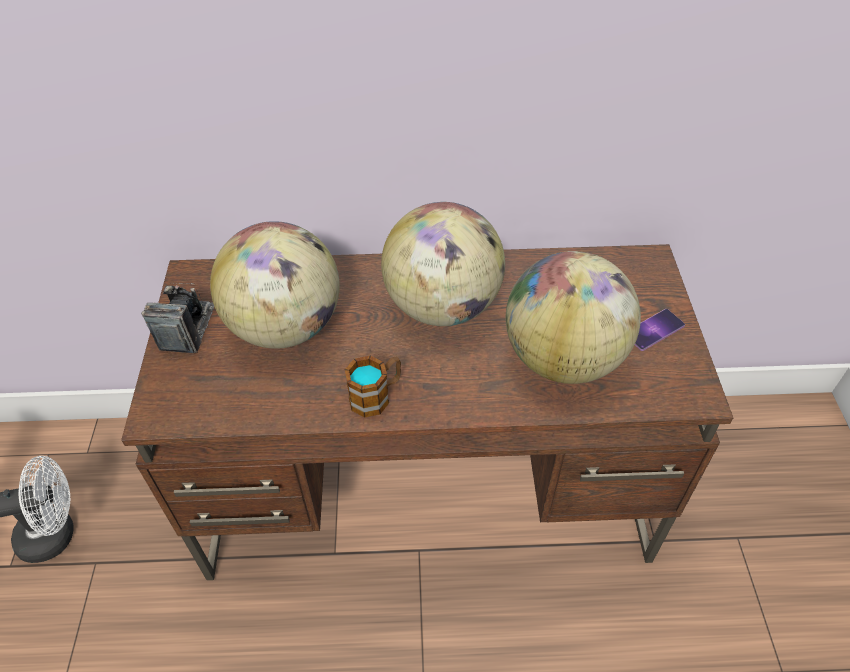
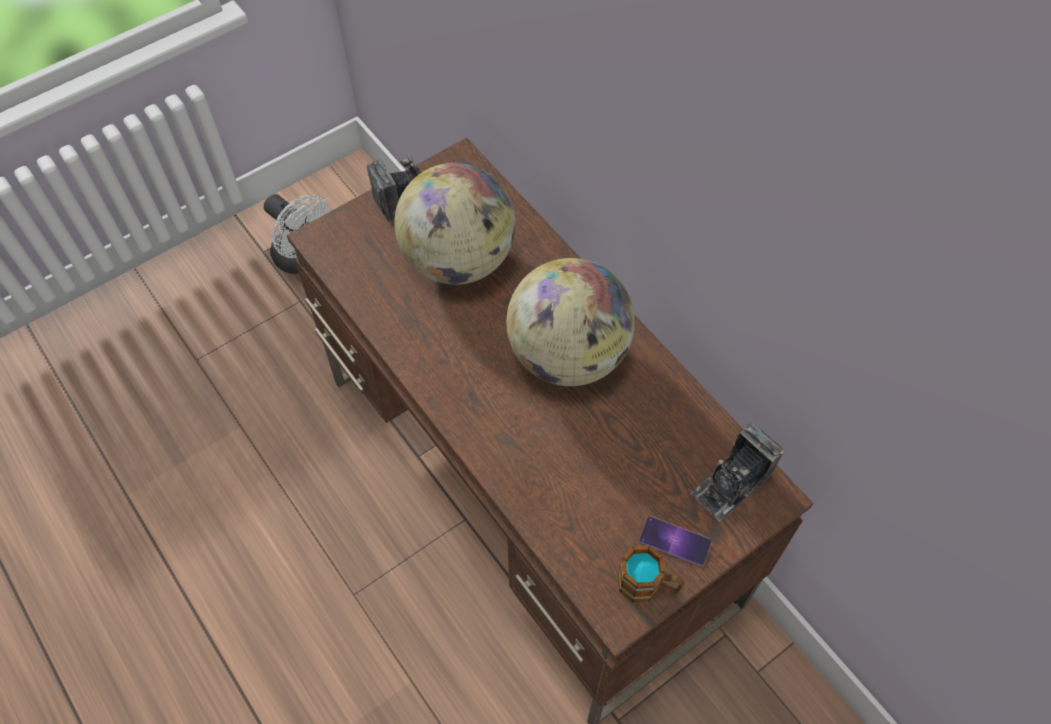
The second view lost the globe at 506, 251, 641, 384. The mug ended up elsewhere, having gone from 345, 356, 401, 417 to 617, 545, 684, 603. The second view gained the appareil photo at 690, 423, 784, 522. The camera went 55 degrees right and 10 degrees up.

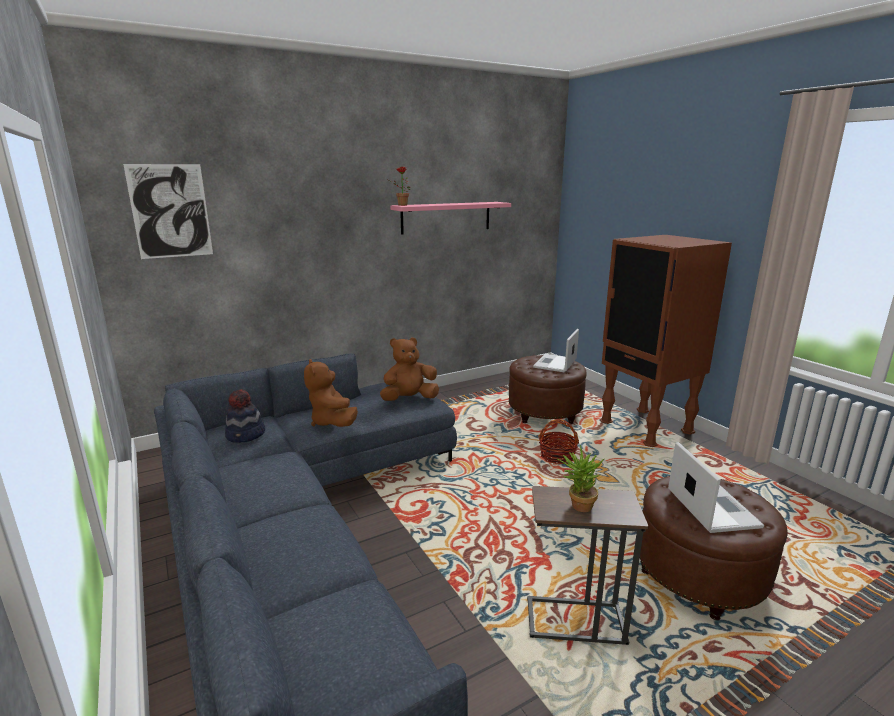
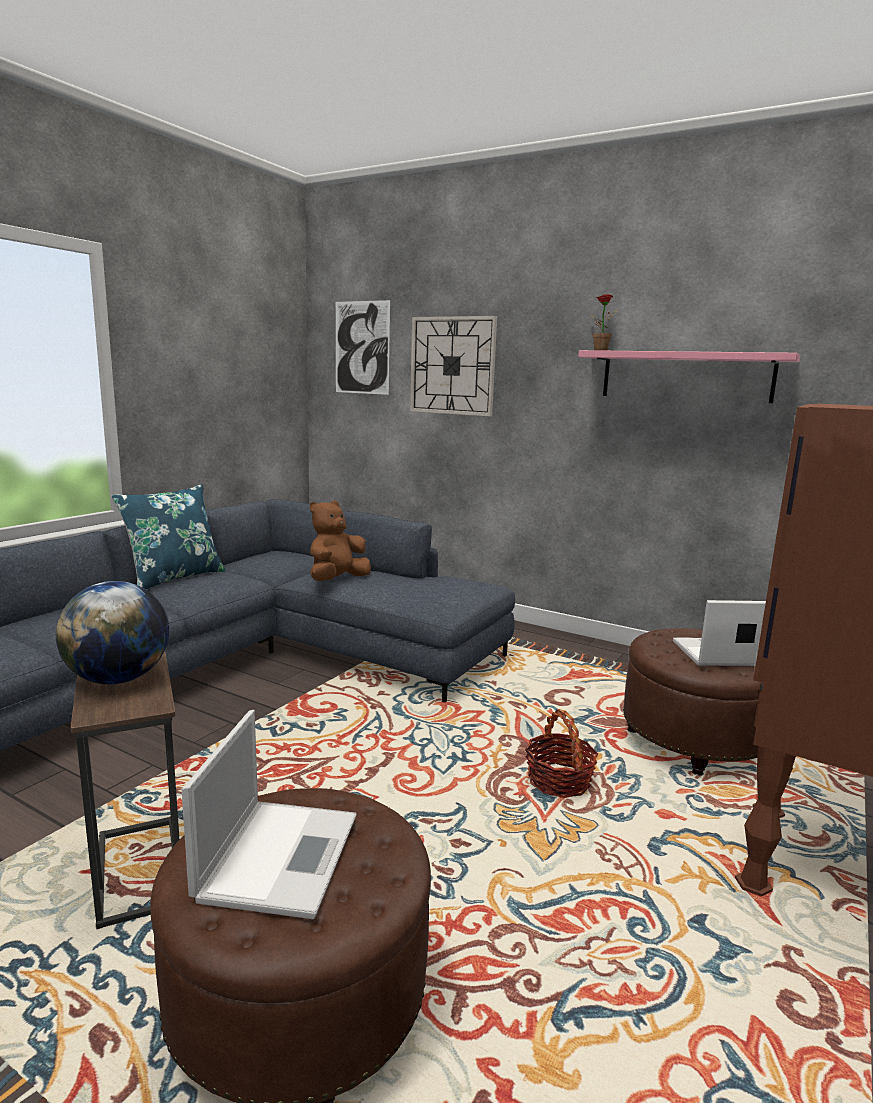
The second view lost the peluche [marron] at 380, 337, 439, 401. The second view lost the chapeau at 225, 389, 265, 443. The ordinateur portable at 668, 442, 764, 533 ended up facing another way, 45 degrees counterclockwise from before. Where the plante en pot stood at 557, 445, 604, 512, the globe came to stand at 56, 581, 169, 684. The second view gained the horloge murale at 410, 316, 497, 416. The second view gained the coussin [bleu] at 112, 484, 226, 589. The camera went 60 degrees right and 5 degrees down.

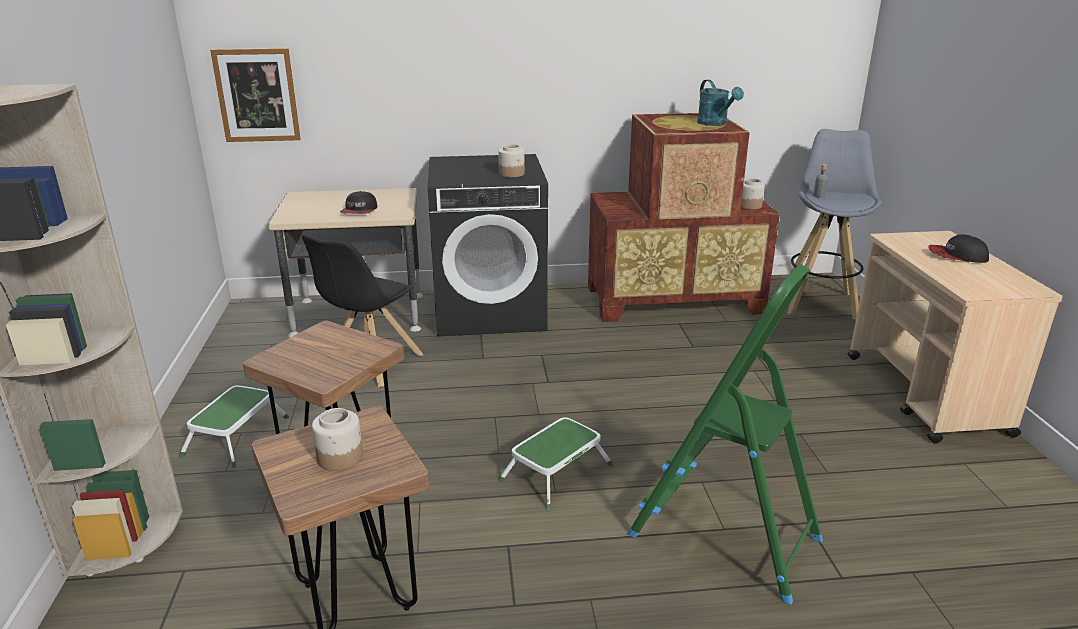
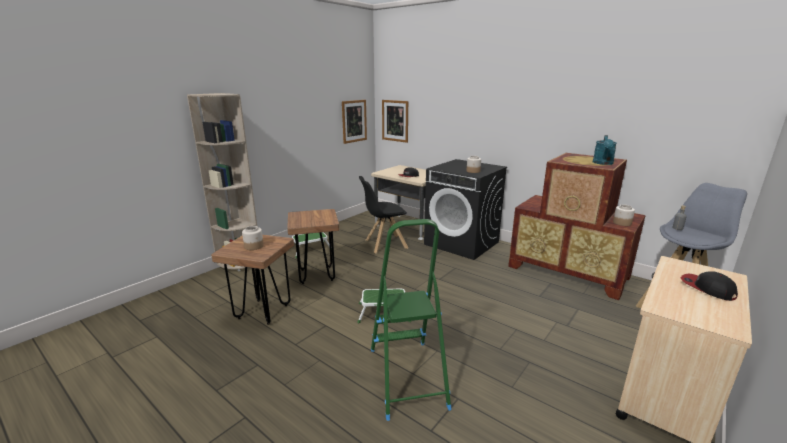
The second view gained the tableau at 342, 100, 367, 144. The camera went 45 degrees right and 5 degrees down.

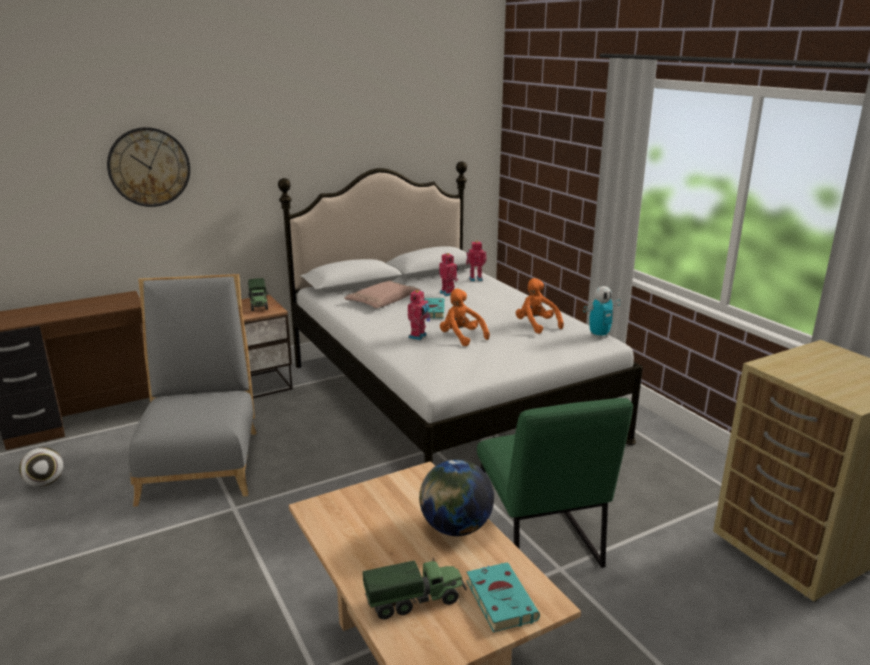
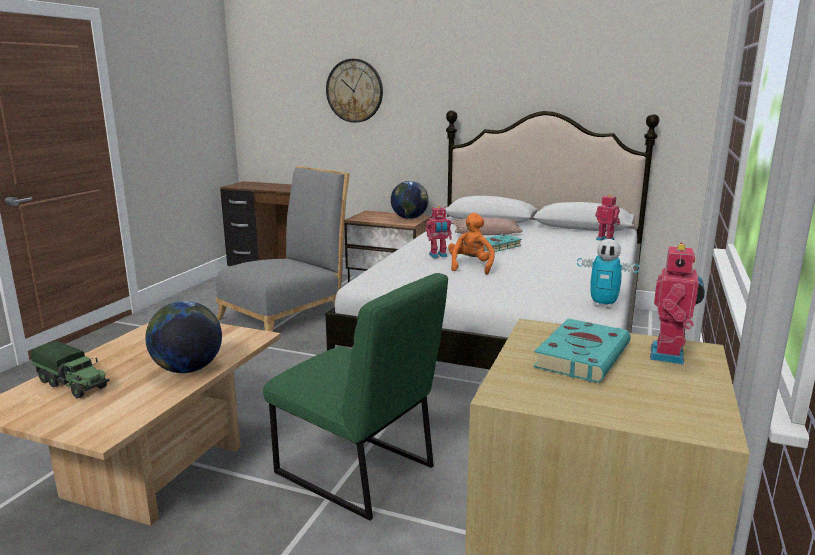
The robot jouet ended up elsewhere, having gone from 439, 252, 458, 296 to 650, 242, 705, 365. Where the camion jouet stood at 248, 278, 268, 311, the globe came to stand at 391, 181, 428, 219. The second view lost the peluche [orange] at 516, 278, 564, 334. The chaise [vert] at 477, 398, 633, 568 ended up facing another way, 90 degrees counterclockwise from before. The second view lost the ballon de foot at 19, 447, 63, 487. The livre [turquoise] ended up elsewhere, having gone from 466, 562, 540, 632 to 533, 318, 630, 383. The camera went 50 degrees right and 5 degrees down.

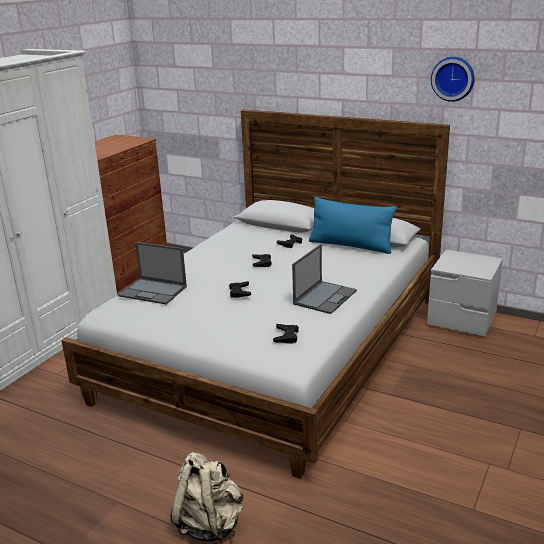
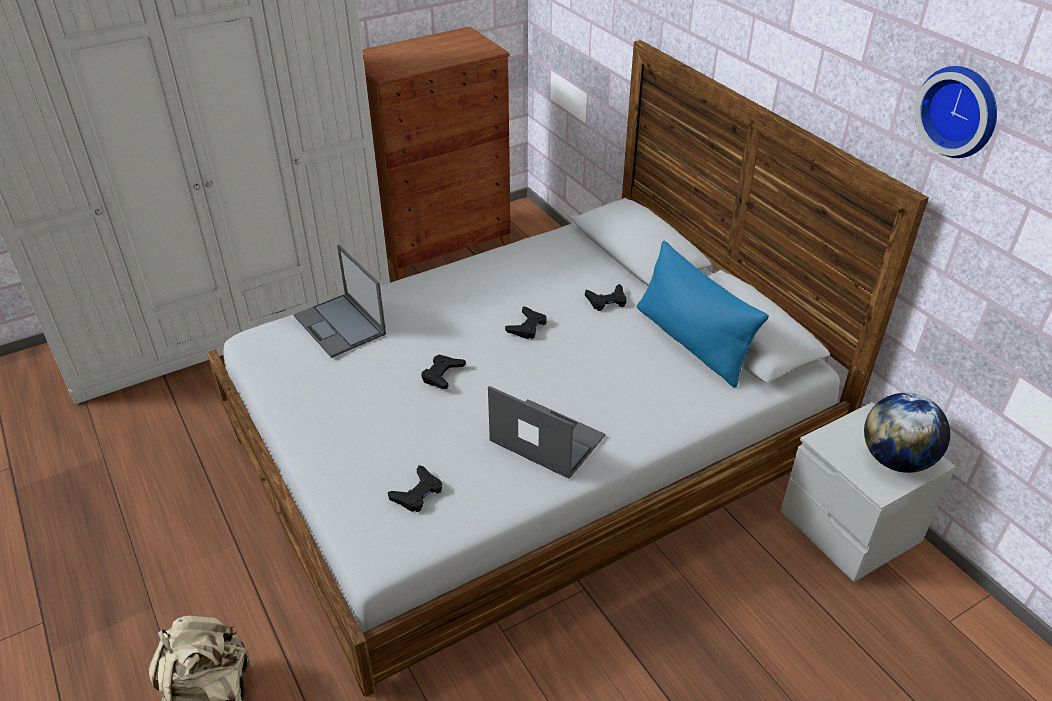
The ordinateur portable at 292, 244, 357, 314 ended up facing another way, 120 degrees counterclockwise from before. The second view gained the globe at 864, 393, 950, 473. The camera went 30 degrees right and 15 degrees up.

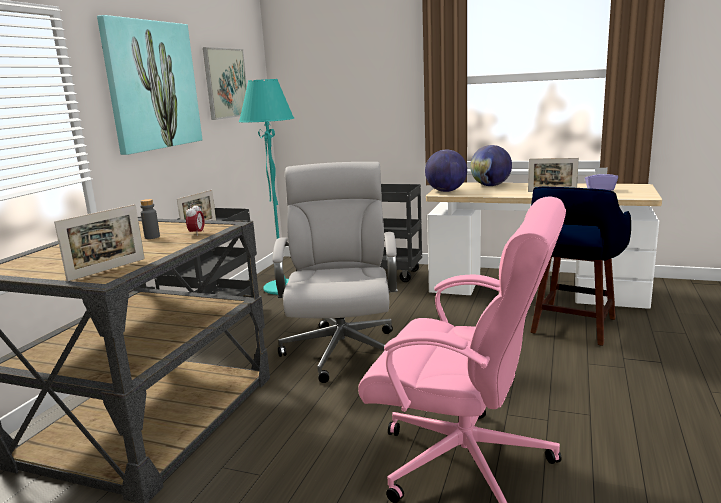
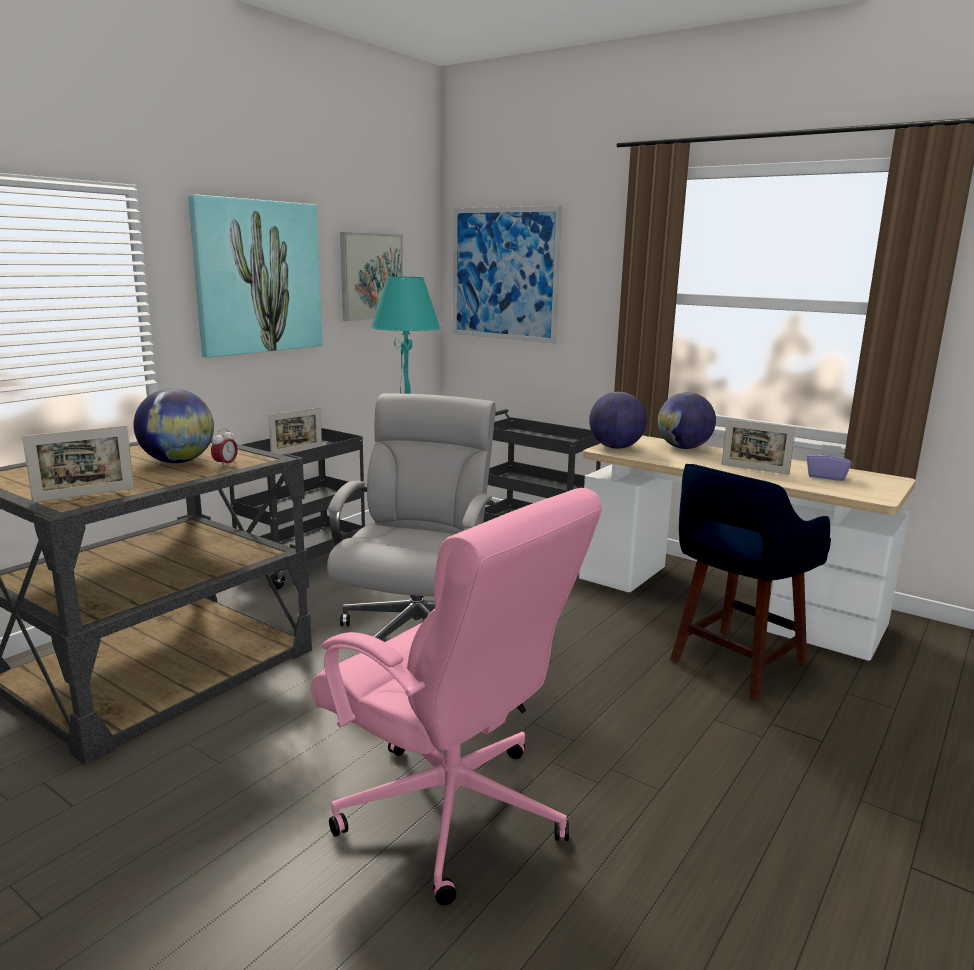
Where the bouteille [gris] stood at 140, 199, 160, 239, the globe came to stand at 134, 388, 214, 463. The second view gained the tableau at 453, 206, 562, 344. The camera went 15 degrees right and 0 degrees up.

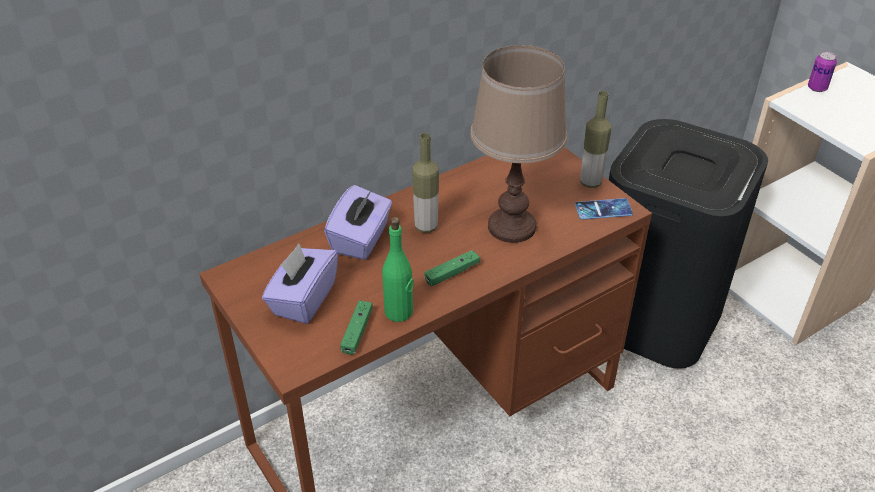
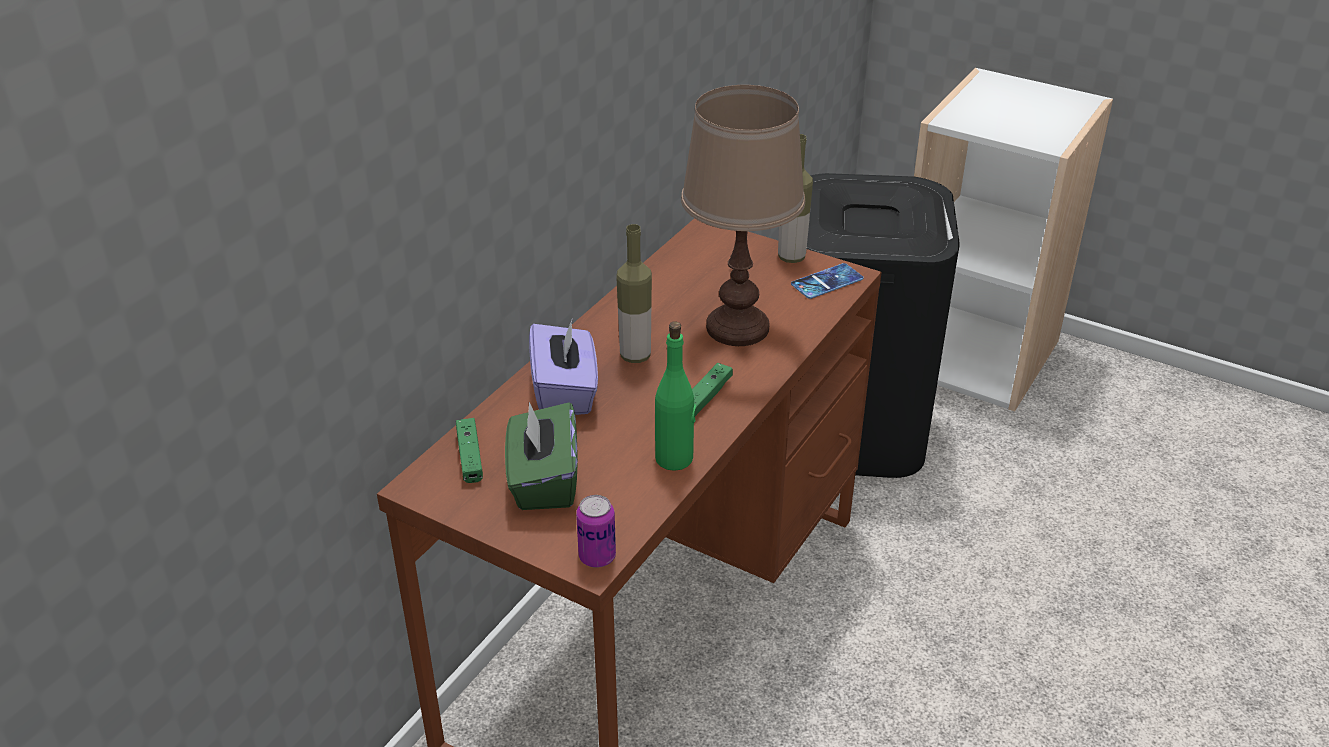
The boîte métallique ended up elsewhere, having gone from 808, 51, 837, 92 to 576, 495, 616, 568. What was the boîte à mouchoirs [violet] at 262, 243, 338, 324 turned into the boîte à mouchoirs [vert] at 505, 402, 578, 510. The manette [vert] ended up elsewhere, having gone from 340, 301, 373, 355 to 456, 418, 483, 483. The camera went 25 degrees left and 5 degrees down.

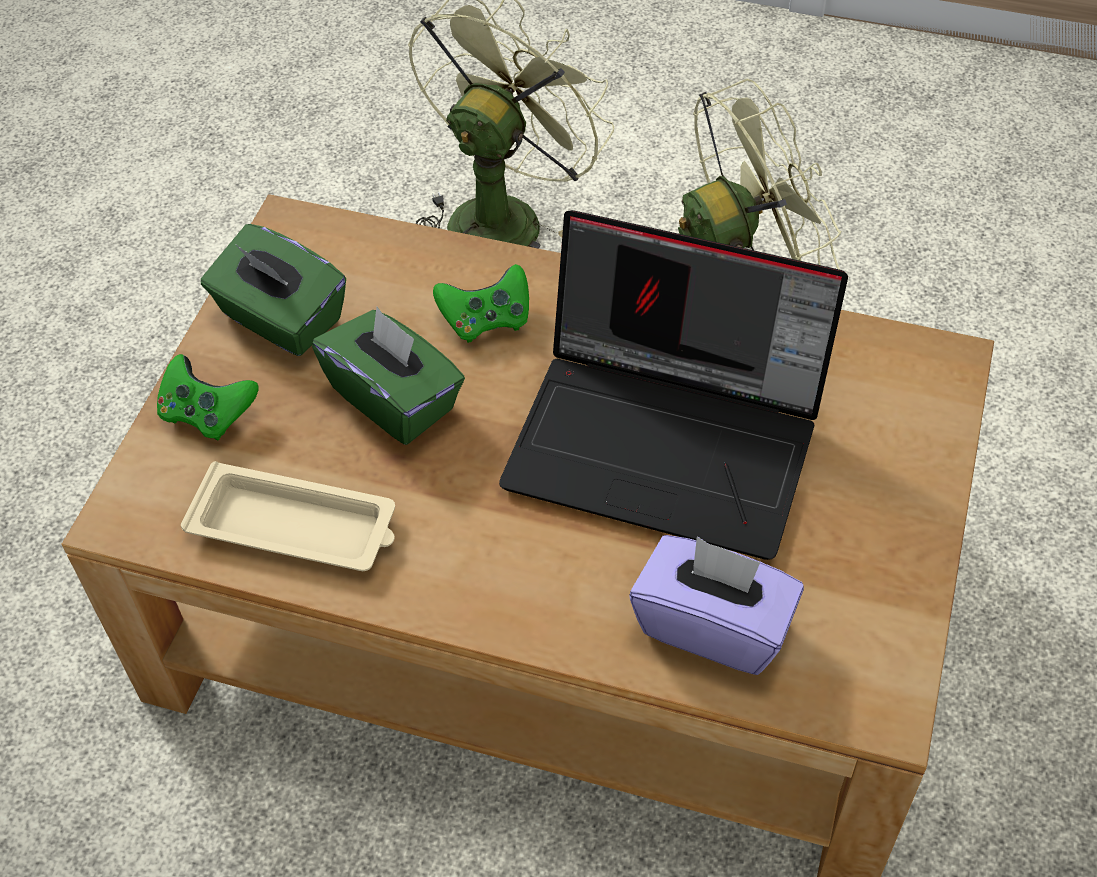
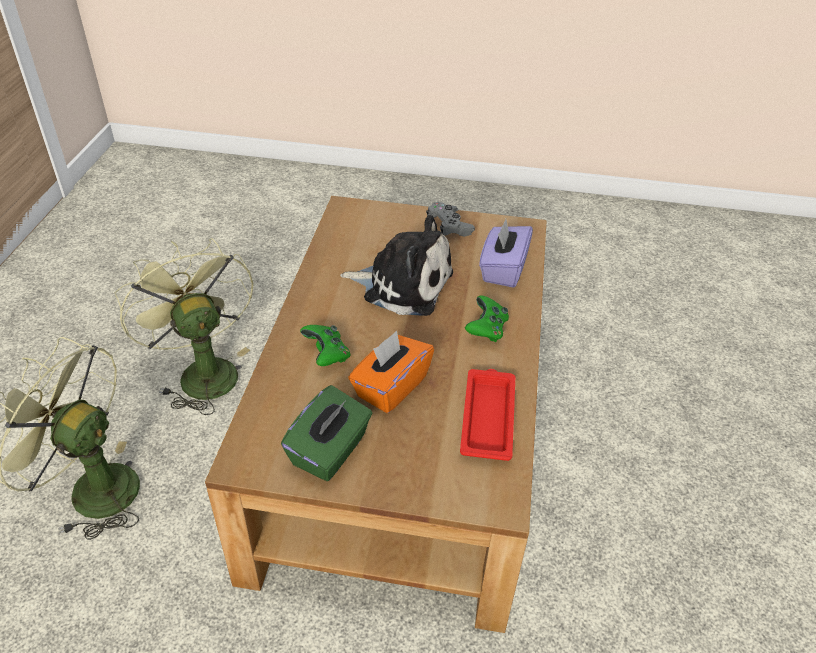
Where the ordinateur portable stood at 499, 210, 848, 560, the peluche came to stand at 340, 215, 453, 316. What was the boîte à mouchoirs [vert] at 312, 307, 465, 445 turned into the boîte à mouchoirs [orange] at 348, 331, 434, 413. The manette [vert] ended up elsewhere, having gone from 157, 354, 259, 440 to 465, 295, 509, 342. What was the plateau [beige] at 181, 461, 395, 571 turned into the plateau [rouge] at 460, 369, 515, 461. The second view gained the manette [gris] at 426, 202, 475, 237. The camera went 100 degrees left and 10 degrees down.

